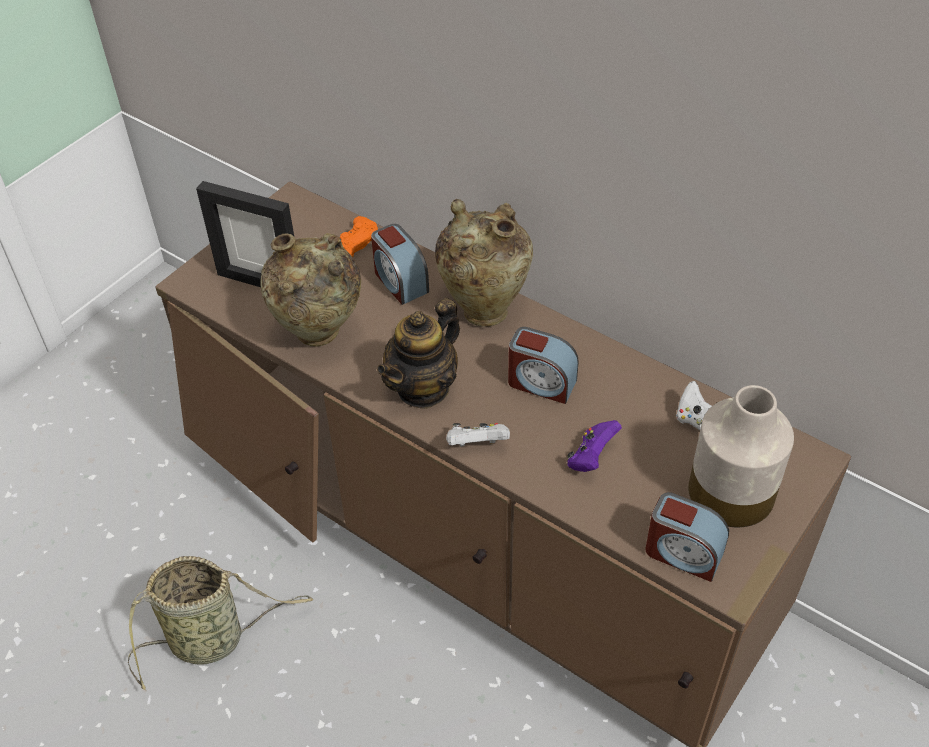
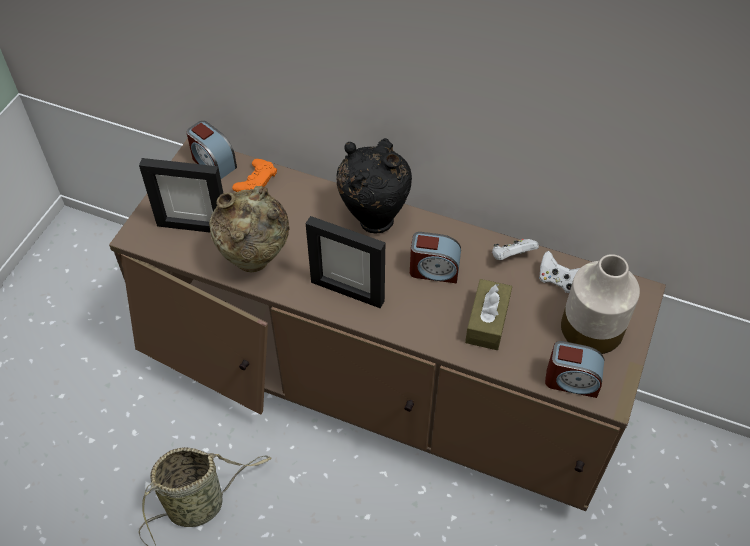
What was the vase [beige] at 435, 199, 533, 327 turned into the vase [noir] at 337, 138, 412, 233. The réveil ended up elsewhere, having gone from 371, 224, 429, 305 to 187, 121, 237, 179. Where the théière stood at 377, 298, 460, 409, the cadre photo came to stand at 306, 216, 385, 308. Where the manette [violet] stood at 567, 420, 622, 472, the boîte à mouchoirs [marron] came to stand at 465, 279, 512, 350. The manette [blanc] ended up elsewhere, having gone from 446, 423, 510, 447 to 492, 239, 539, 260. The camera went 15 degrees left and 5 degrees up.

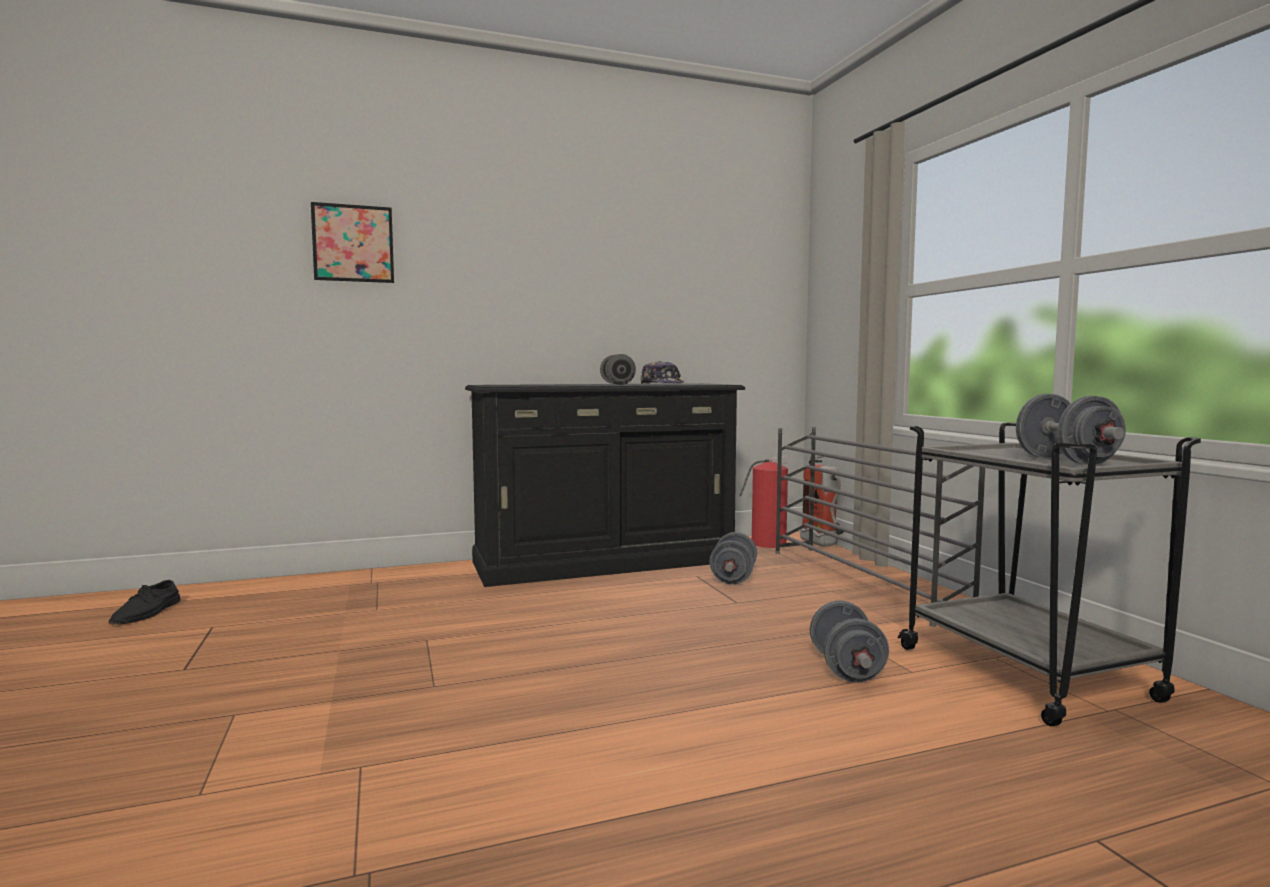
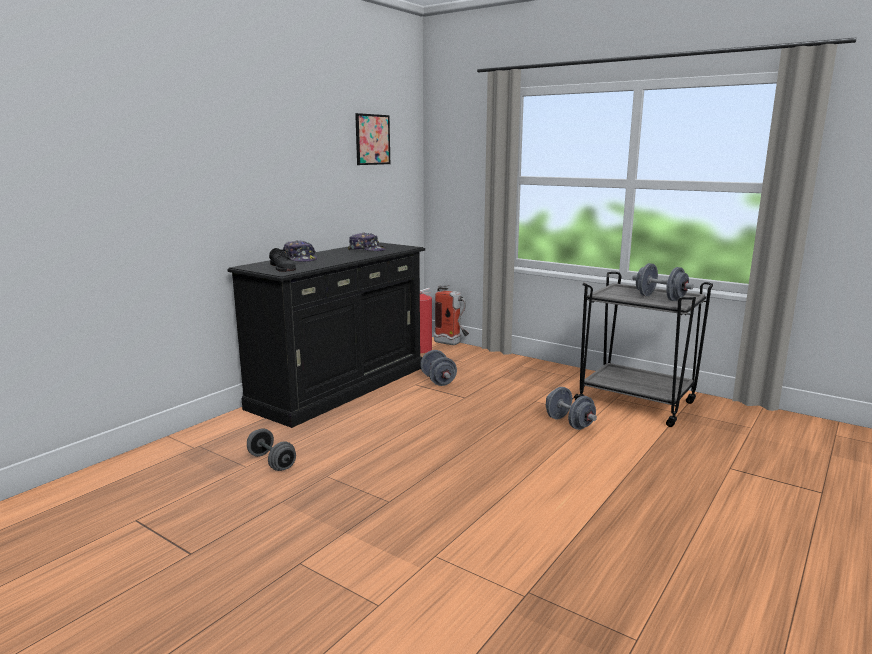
The tableau ended up elsewhere, having gone from 311, 202, 394, 283 to 355, 113, 390, 165. The haltère [gris] ended up elsewhere, having gone from 600, 354, 636, 385 to 247, 429, 296, 471. The second view lost the étagère à chaussures [gris] at 775, 427, 985, 627. The chaussure [noir] ended up elsewhere, having gone from 109, 580, 181, 624 to 269, 248, 296, 272. The second view gained the casquette at 283, 240, 317, 262. The camera went 35 degrees left and 10 degrees up.

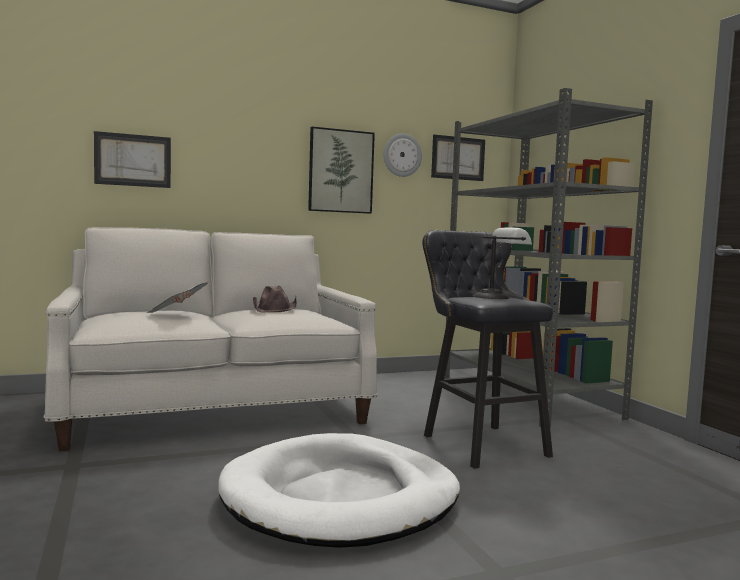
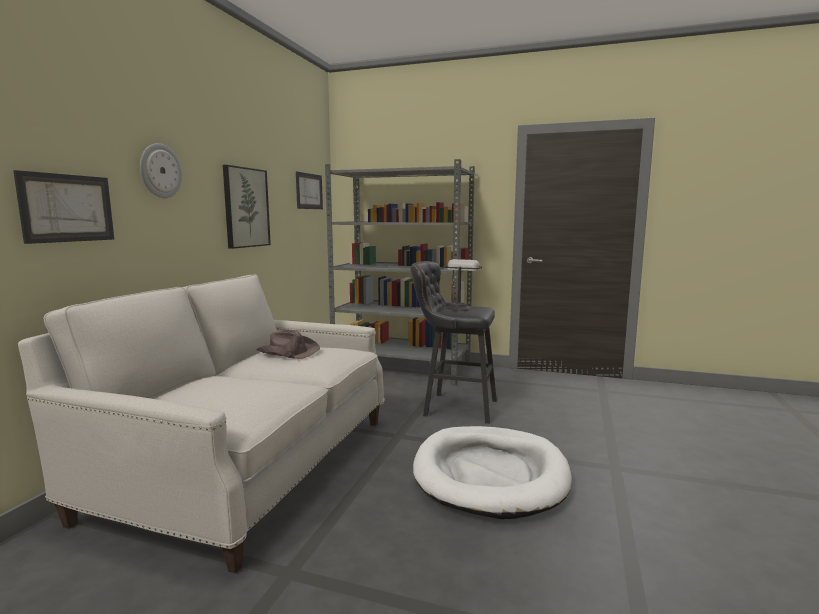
The horloge murale ended up elsewhere, having gone from 384, 134, 422, 177 to 140, 143, 182, 198. The second view lost the journal at 147, 281, 208, 313. The camera went 50 degrees left and 5 degrees up.

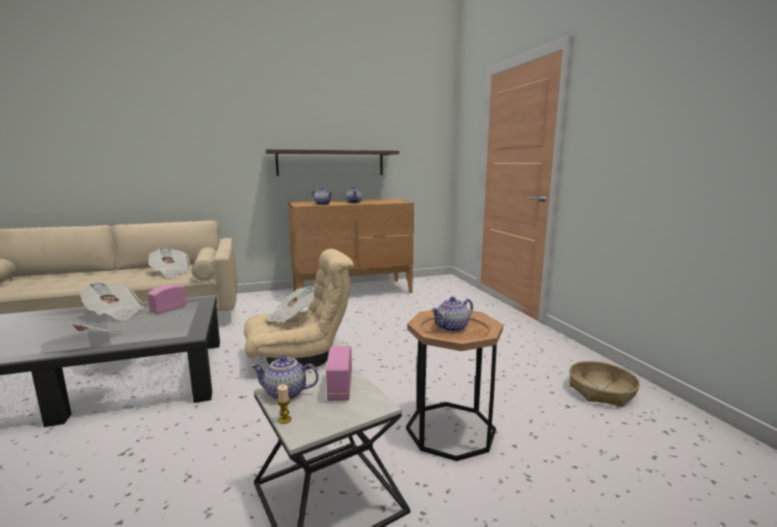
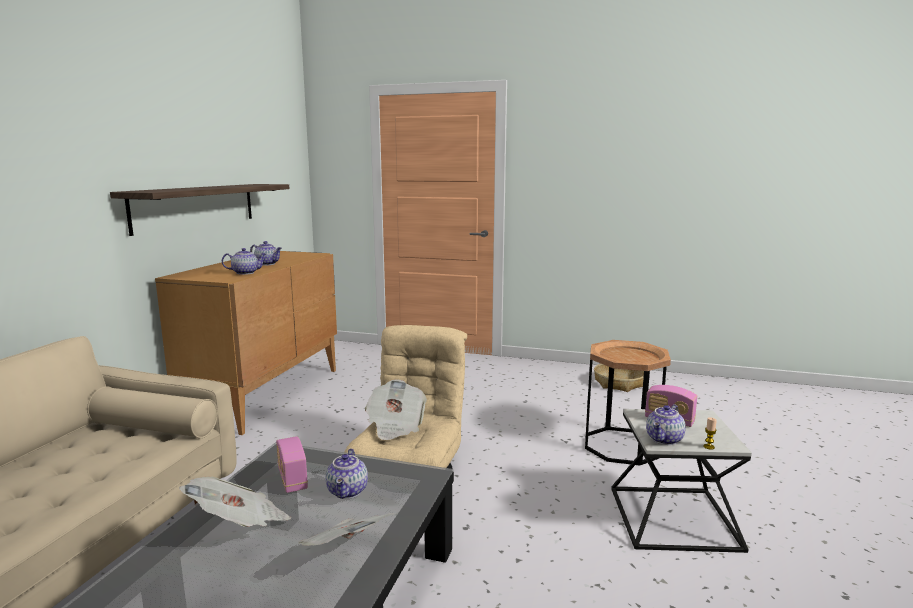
The second view lost the journal at 148, 247, 190, 277. The théière ended up elsewhere, having gone from 431, 297, 473, 332 to 326, 448, 368, 499. The camera went 55 degrees left and 0 degrees up.

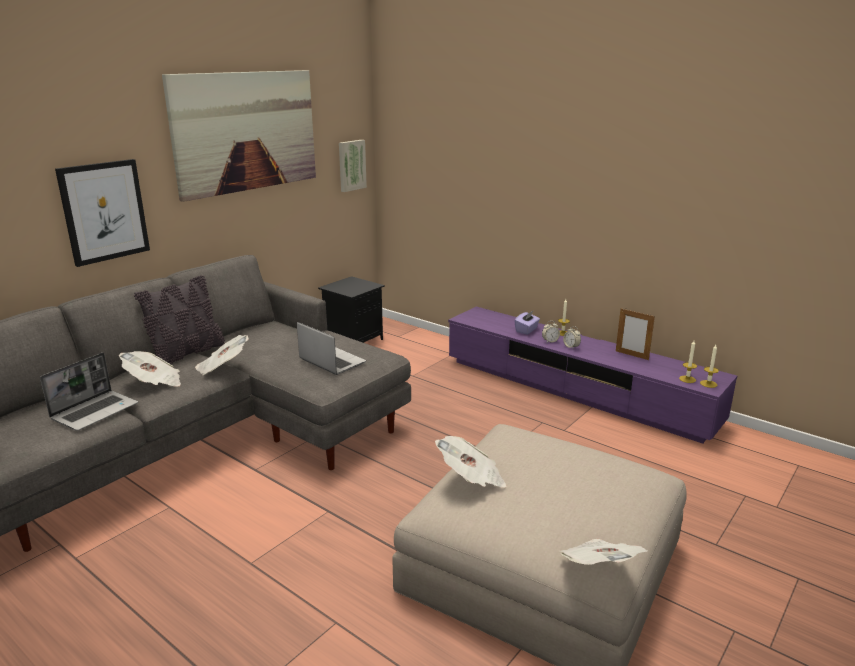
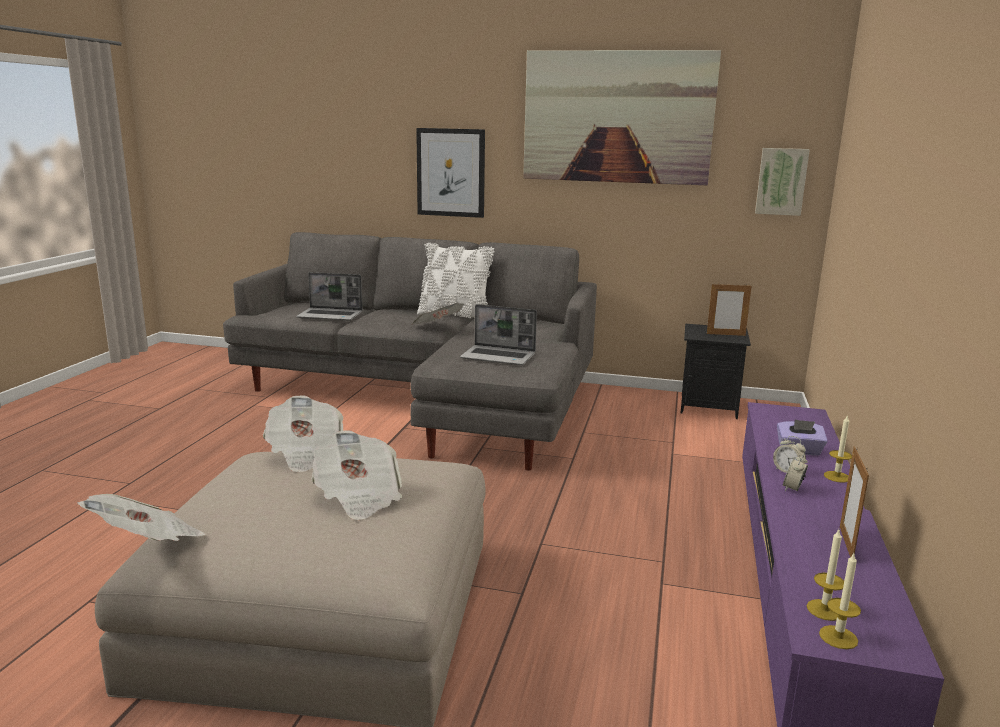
What was the coussin [noir] at 134, 275, 225, 364 turned into the coussin [blanc] at 417, 243, 495, 318. The ordinateur portable at 297, 322, 366, 375 ended up facing another way, 90 degrees clockwise from before. The journal ended up elsewhere, having gone from 119, 351, 181, 387 to 311, 430, 402, 520. The second view gained the cadre photo at 707, 284, 752, 336. The camera went 65 degrees right and 5 degrees down.

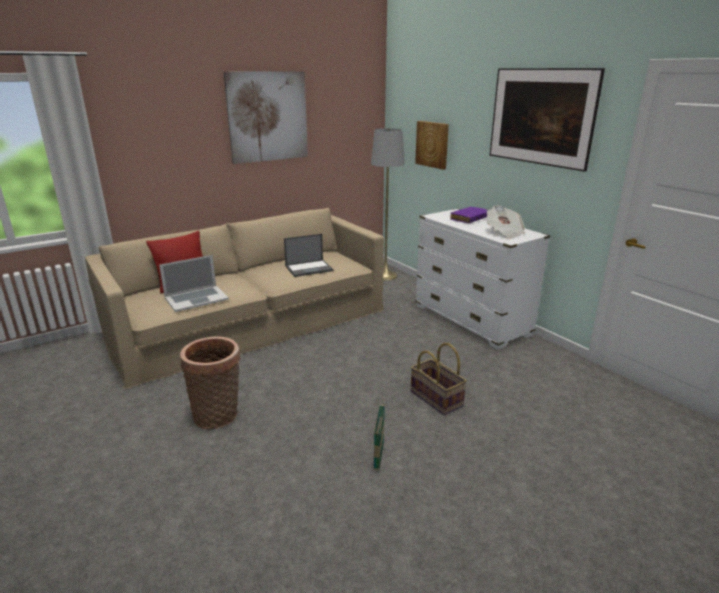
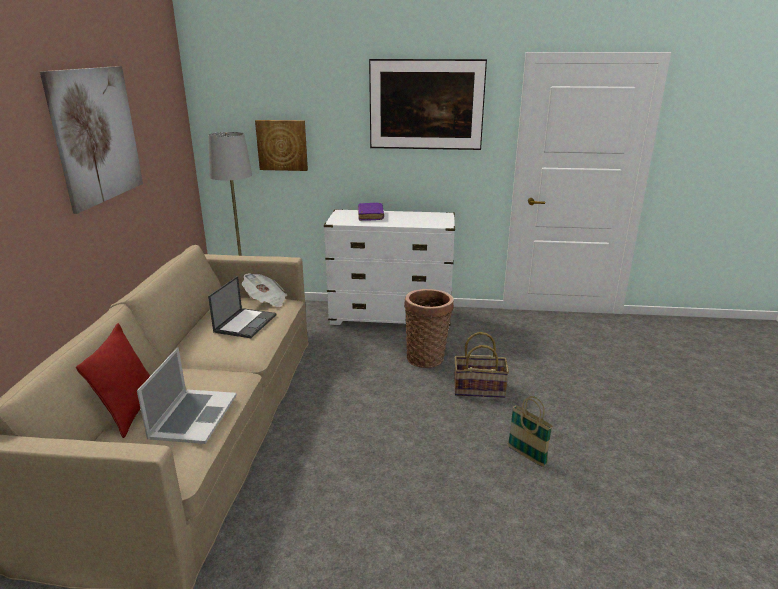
The journal ended up elsewhere, having gone from 486, 205, 525, 239 to 242, 273, 287, 307. The panier ended up elsewhere, having gone from 180, 336, 240, 429 to 404, 289, 454, 368. The camera went 50 degrees left and 0 degrees up.

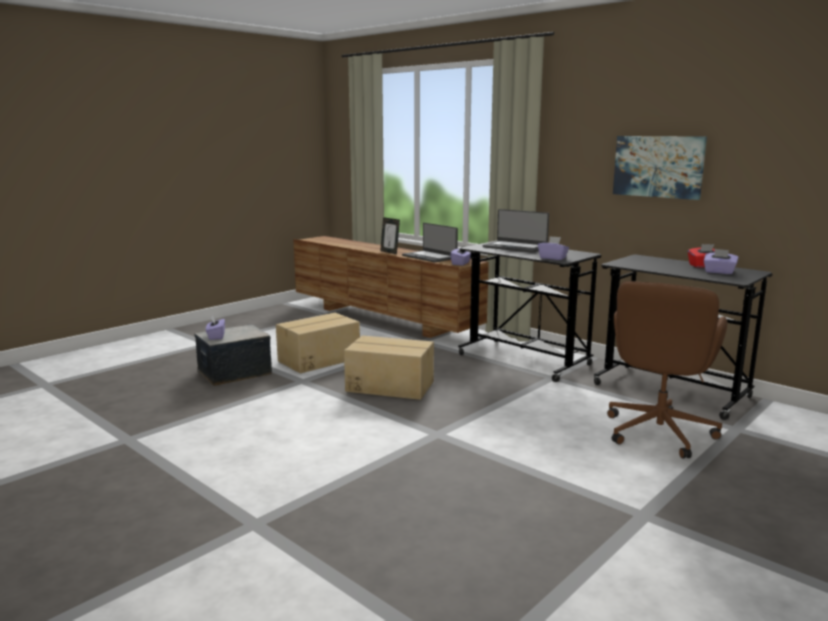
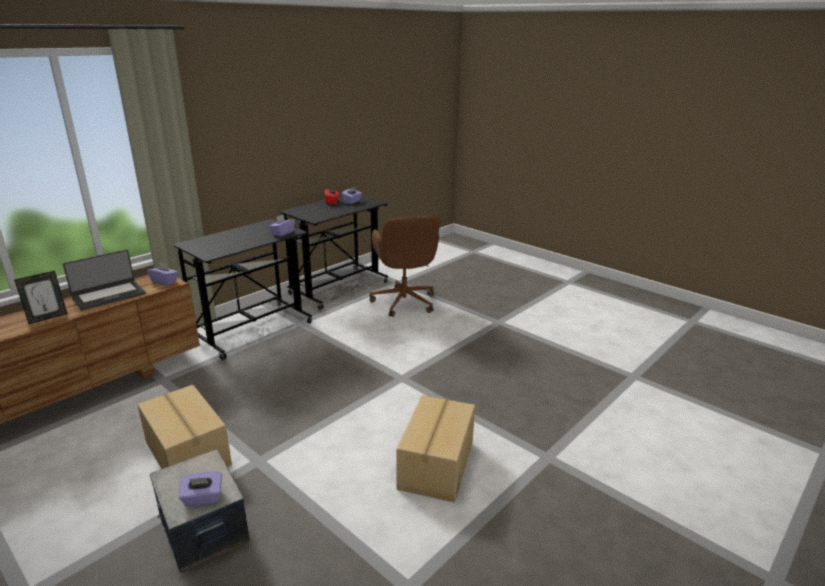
The second view lost the tableau at 613, 136, 707, 200. The second view lost the ordinateur portable at 482, 209, 549, 253. The chaise de bureau [marron] at 607, 281, 727, 459 ended up facing another way, 45 degrees clockwise from before. The carton ended up elsewhere, having gone from 344, 335, 434, 400 to 397, 395, 475, 502. The camera went 90 degrees left and 10 degrees up.

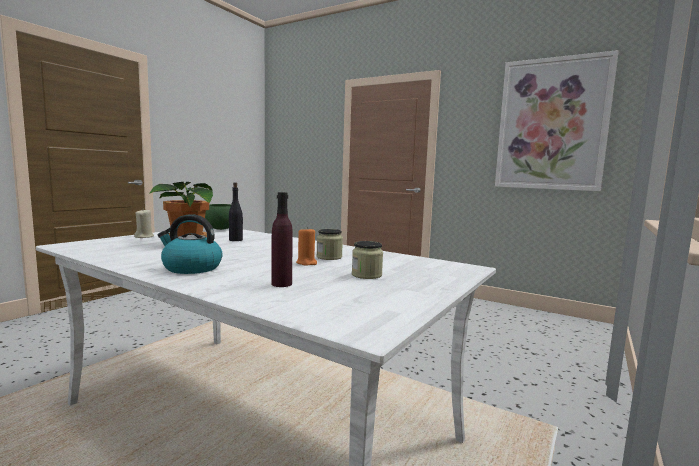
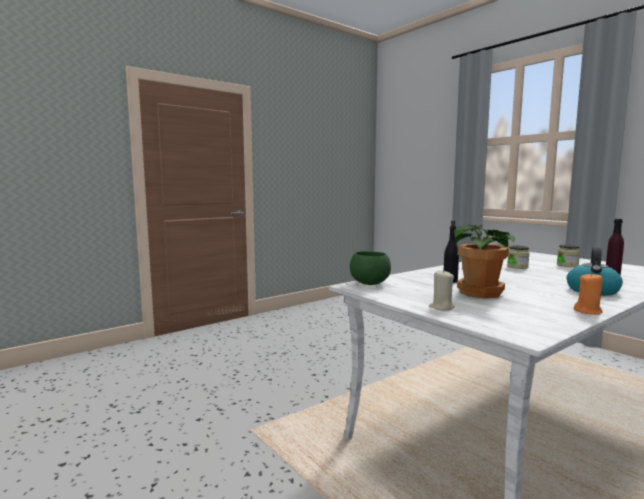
The second view lost the tableau at 495, 50, 619, 191. The bougie [orange] ended up elsewhere, having gone from 296, 227, 317, 266 to 574, 273, 603, 315. The camera went 70 degrees left and 0 degrees up.

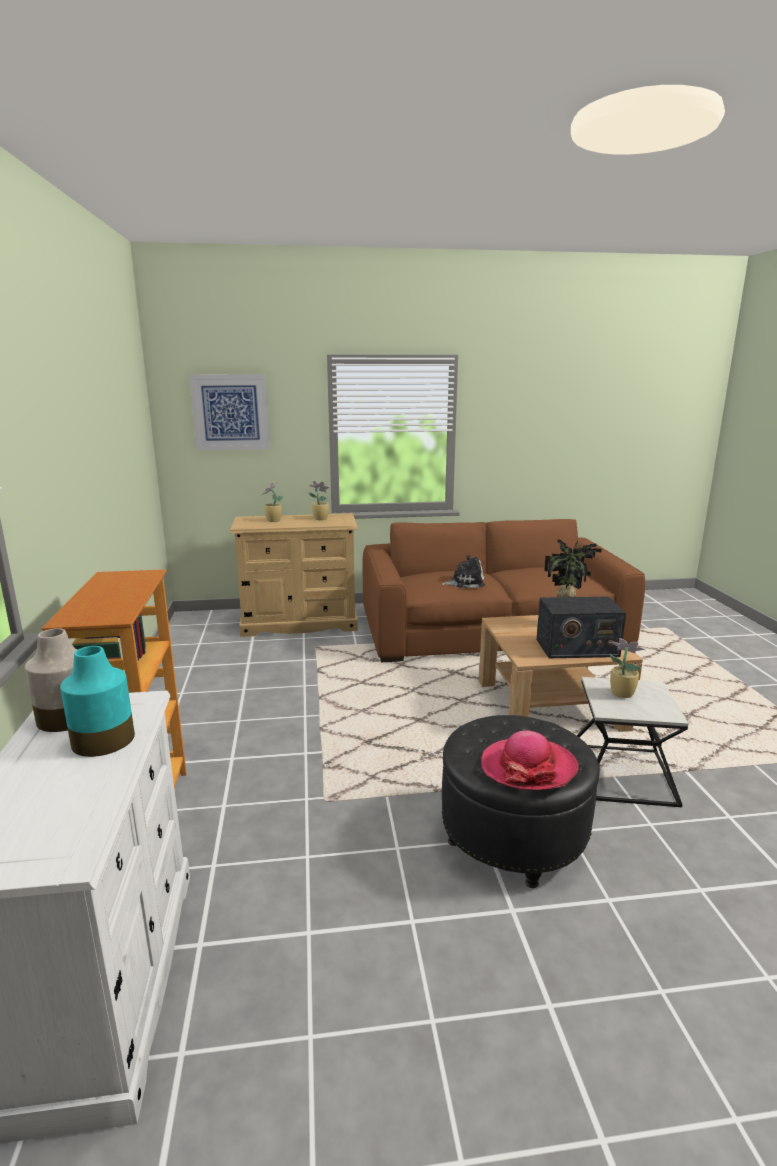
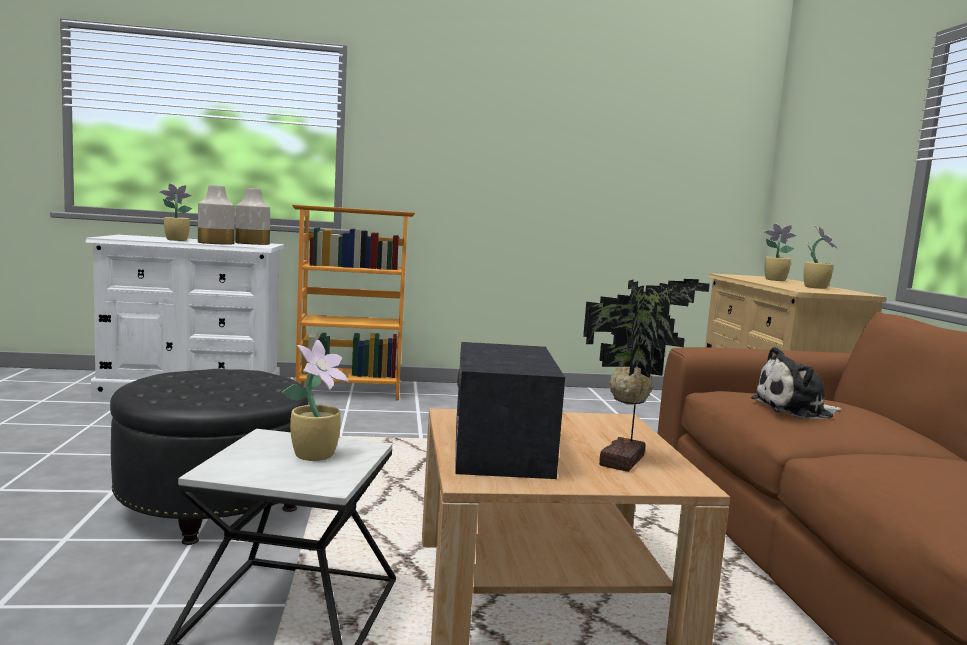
The second view lost the tableau at 189, 374, 270, 451. The peluche at 441, 555, 485, 588 ended up facing another way, 90 degrees clockwise from before. What was the vase [turquoise] at 60, 646, 135, 757 turned into the vase [beige] at 198, 185, 235, 244. The second view lost the chapeau at 481, 730, 579, 790. The second view gained the plante en pot at 159, 183, 192, 241. The camera went 90 degrees right and 10 degrees down.

